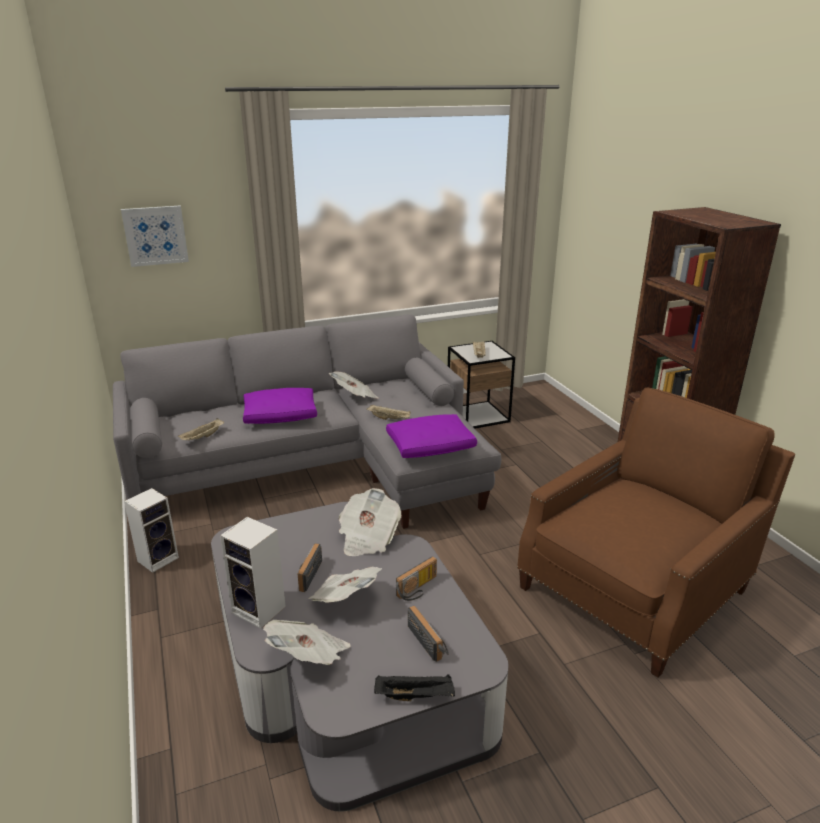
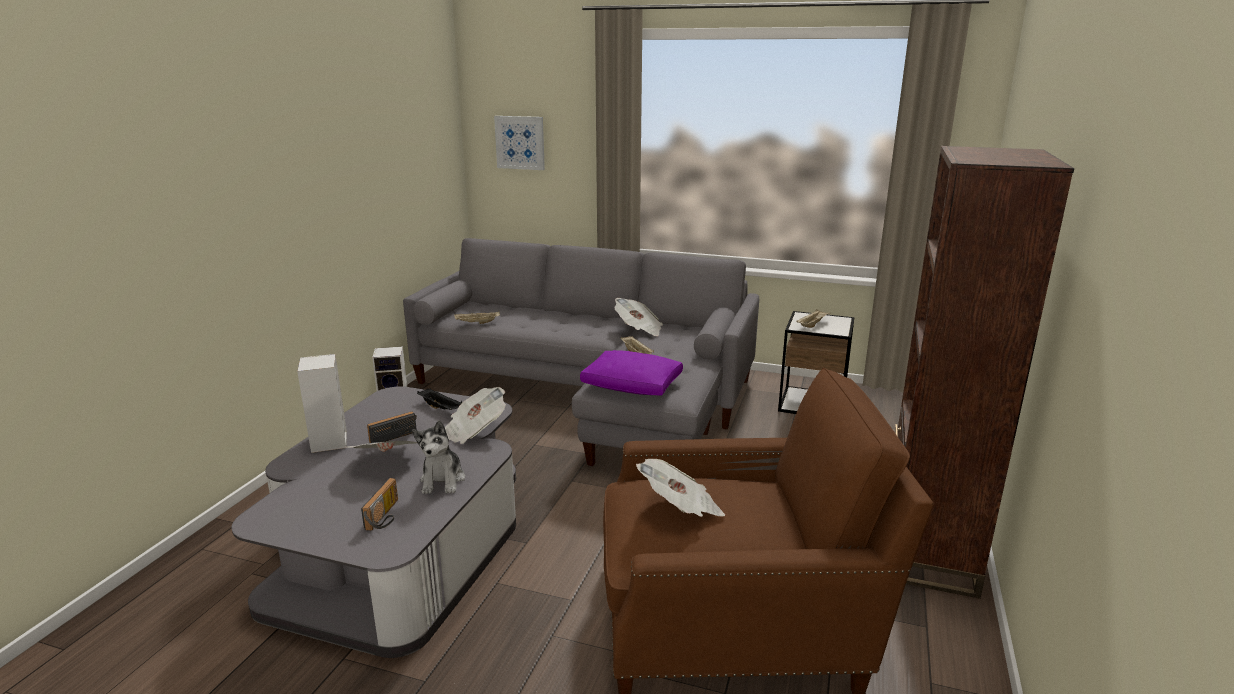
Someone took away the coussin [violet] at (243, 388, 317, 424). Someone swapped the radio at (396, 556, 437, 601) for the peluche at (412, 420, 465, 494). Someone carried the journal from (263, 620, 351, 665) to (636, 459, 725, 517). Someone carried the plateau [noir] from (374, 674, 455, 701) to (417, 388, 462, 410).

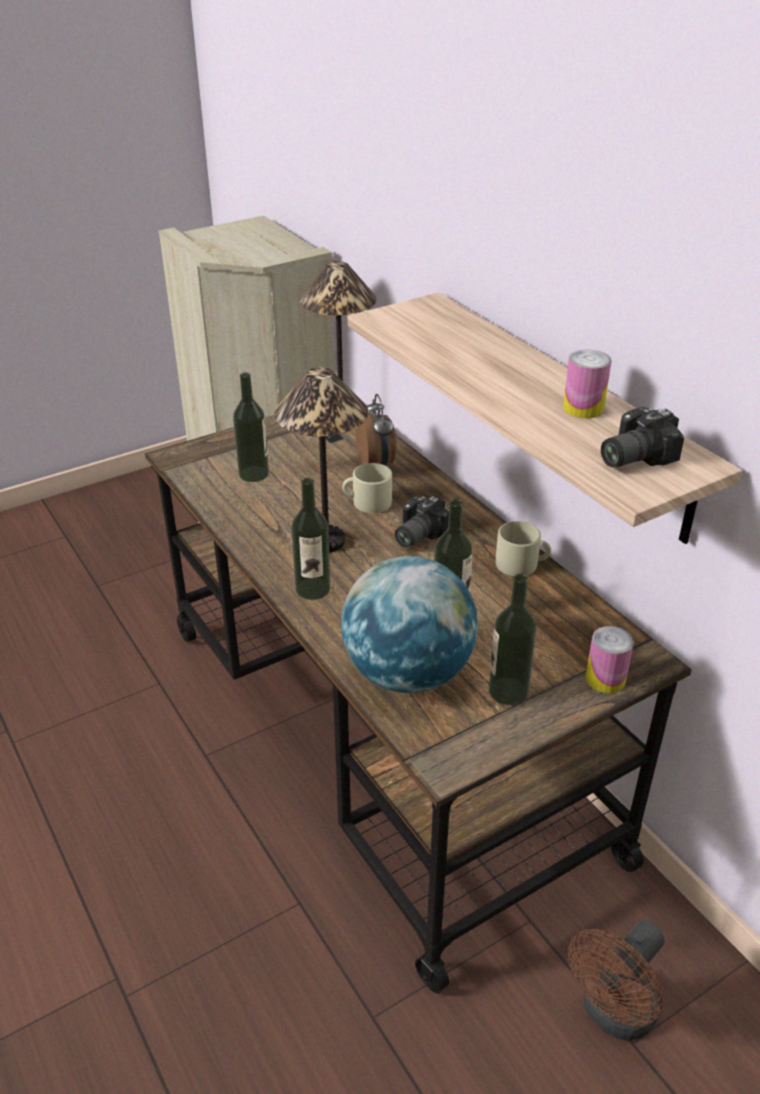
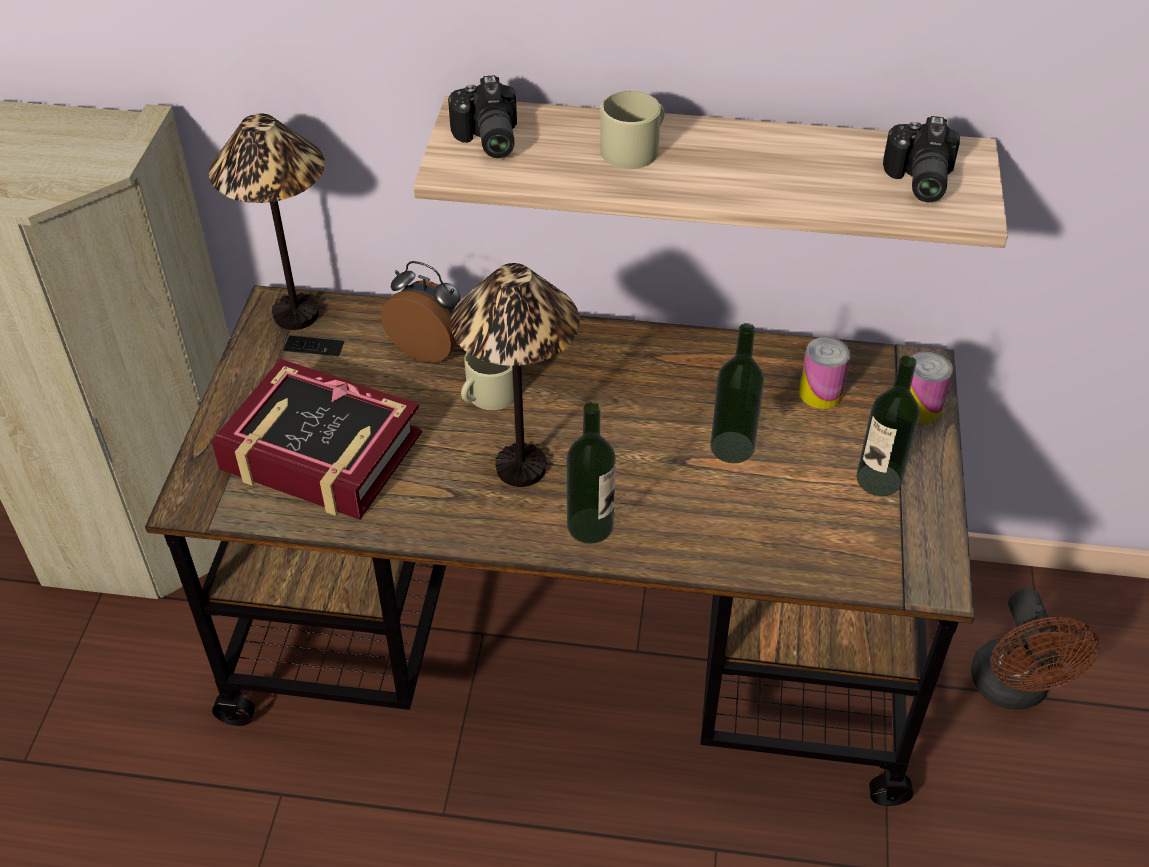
Someone carried the boîte métallique from (563, 350, 612, 419) to (799, 337, 851, 409). Someone swapped the bouteille at (233, 372, 269, 482) for the livre at (211, 359, 422, 520). Someone carried the appareil photo from (395, 496, 449, 548) to (448, 75, 517, 158). Someone carried the mug [beige] from (496, 521, 551, 576) to (600, 91, 665, 169). Someone took away the globe at (341, 556, 478, 693).

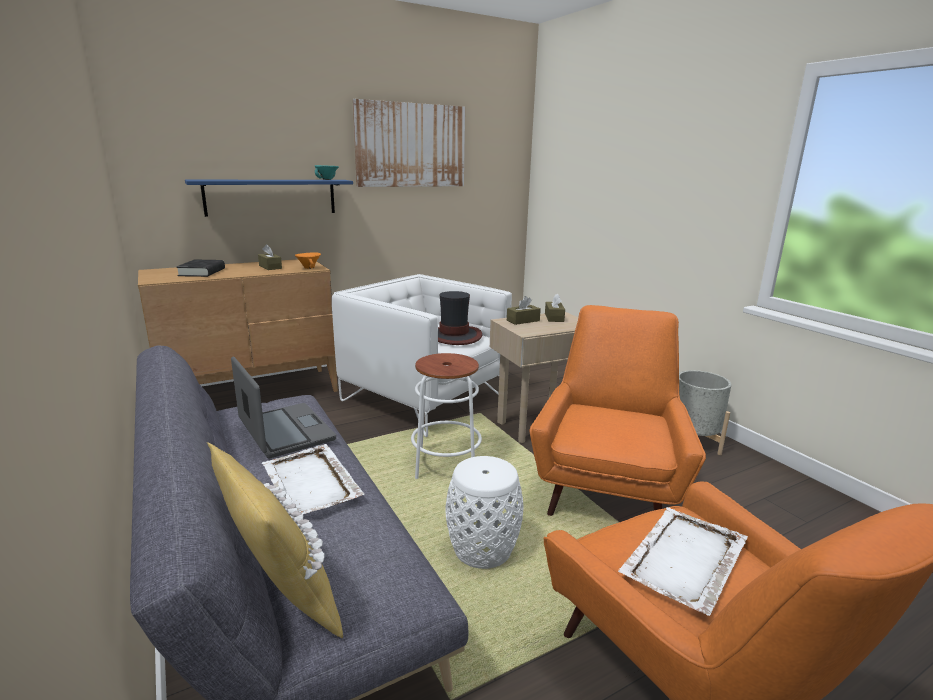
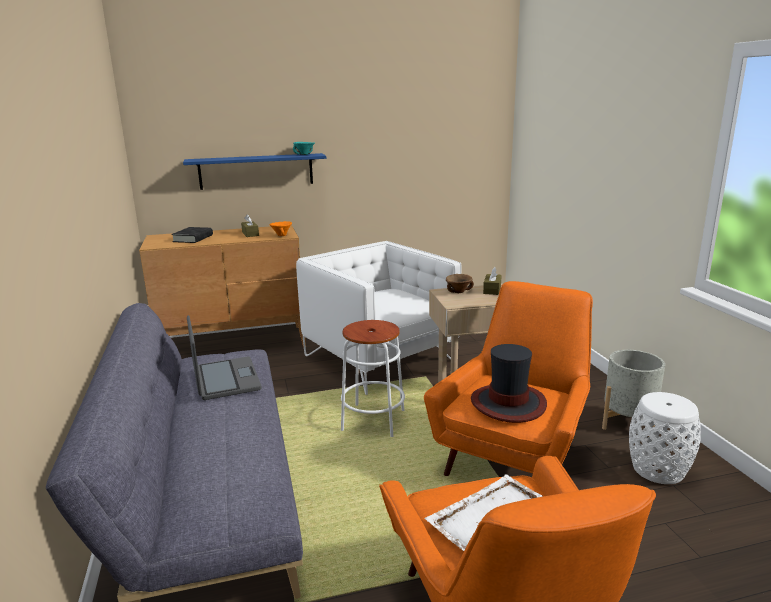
Someone took away the tableau at (353, 99, 465, 187). Someone carried the chapeau from (438, 291, 482, 345) to (471, 344, 547, 423). Someone swapped the boîte à mouchoirs [marron] at (507, 296, 541, 325) for the bol [marron] at (446, 274, 474, 293). Someone took away the coussin [jaune] at (207, 442, 343, 638). Someone took away the plateau [blanc] at (261, 444, 364, 514). Someone carried the tabouret [blanc] from (446, 456, 523, 569) to (629, 392, 701, 484).

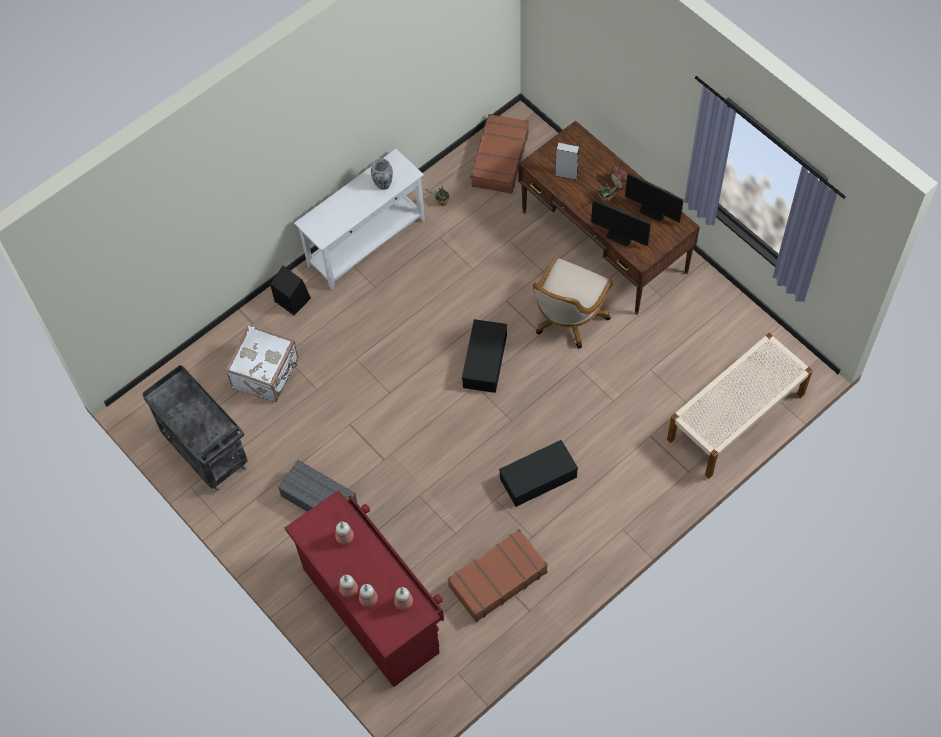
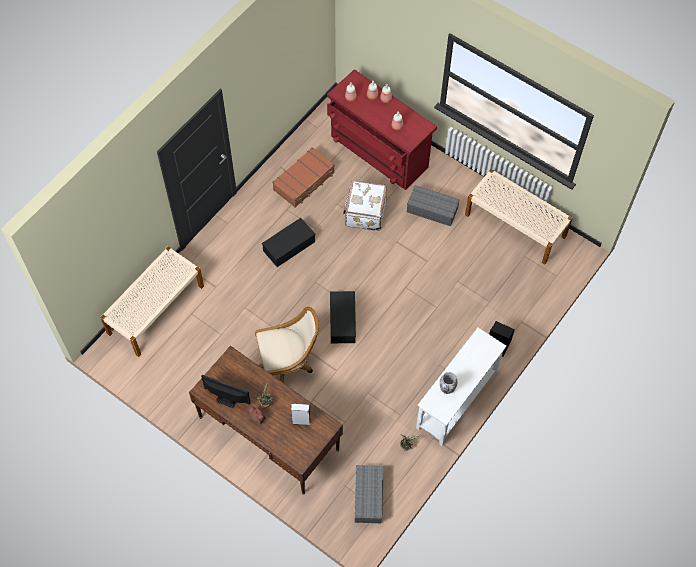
Someone swapped the valise [marron] at (470, 114, 529, 194) for the boîte de rangement [gris] at (355, 465, 383, 523). Someone took away the écran d'ordinateur at (591, 199, 651, 246). Someone rotated the chaise de bureau at (533, 256, 613, 348) by 60 degrees clockwise. Someone carried the valise [blanc] from (225, 325, 298, 402) to (343, 180, 387, 231). Someone swapped the chariot [noir] at (142, 365, 248, 491) for the banc [beige] at (465, 169, 573, 265).

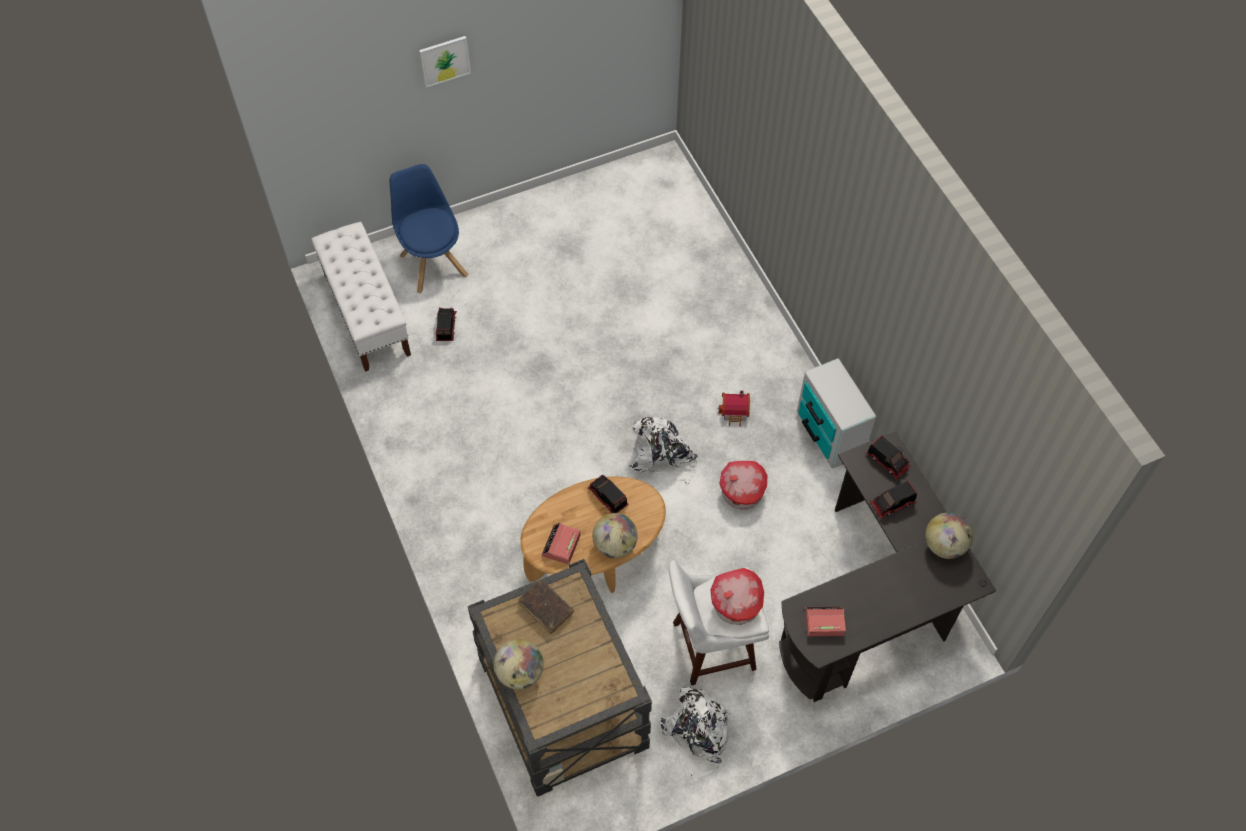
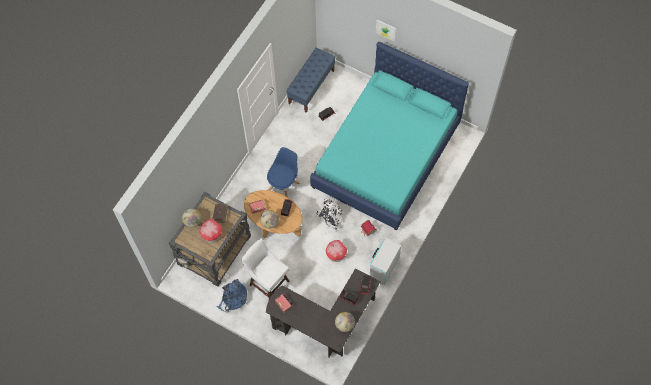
Someone carried the chaise [bleu] from (389, 164, 468, 293) to (267, 147, 300, 197). Someone repainted the banc [blanc] at (311, 222, 411, 372), which became the banc [bleu] at (286, 48, 336, 113). Someone carried the maison miniature from (710, 568, 764, 625) to (200, 219, 222, 242). Someone repainted the sac à dos [blanc] at (660, 687, 731, 779), which became the sac à dos [bleu] at (217, 279, 247, 312). Someone put down the lit [turquoise] at (310, 42, 469, 231).

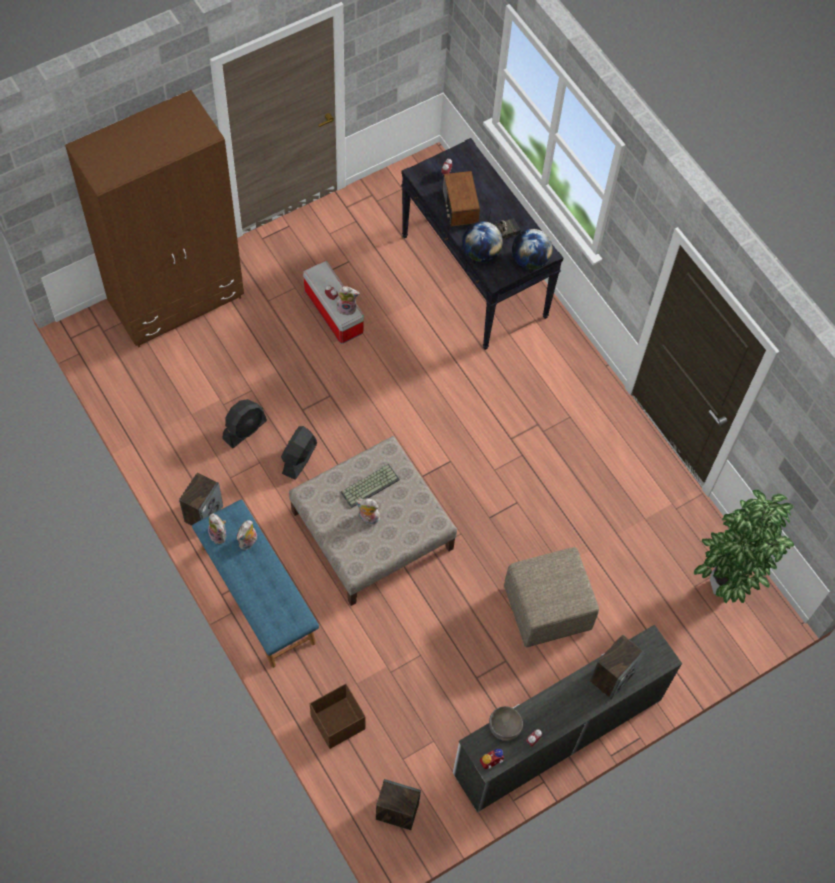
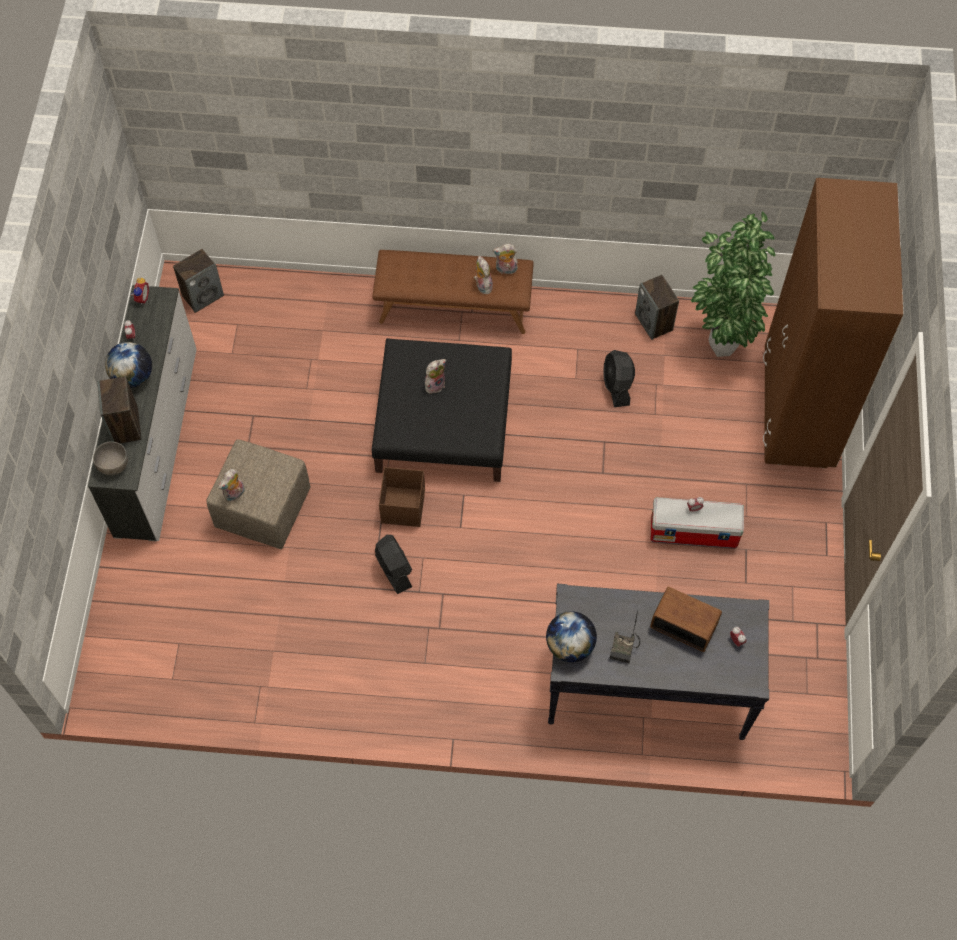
Someone carried the globe from (462, 221, 503, 262) to (105, 342, 152, 388). Someone carried the peluche from (336, 286, 360, 315) to (218, 469, 245, 502). Someone carried the ventilateur [noir] from (281, 426, 317, 480) to (375, 535, 412, 594). Someone repainted the pouf [beige] at (289, 436, 457, 606), which became the pouf [noir] at (372, 338, 512, 482). Someone took away the clavier at (341, 464, 400, 508). Someone carried the enceinte from (179, 473, 223, 526) to (635, 275, 679, 340). Someone carried the plante en pot from (694, 490, 794, 603) to (691, 212, 775, 357). Someone repainted the banc [bleu] at (192, 500, 319, 668), which became the banc [marron] at (372, 250, 534, 334). Someone carried the boîte de rangement [marron] from (310, 684, 366, 749) to (379, 467, 425, 527). Someone carried the bol [gris] from (489, 706, 523, 741) to (93, 441, 128, 475).

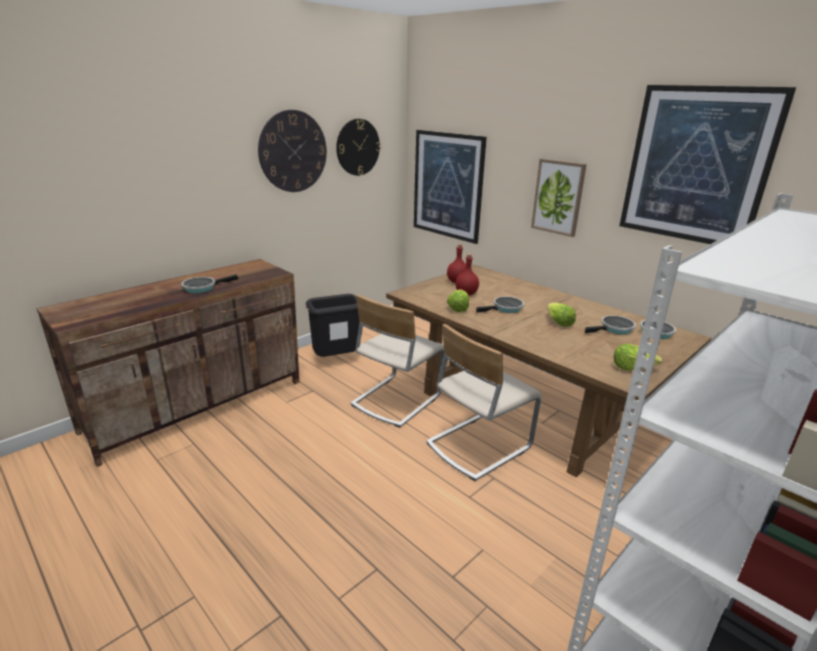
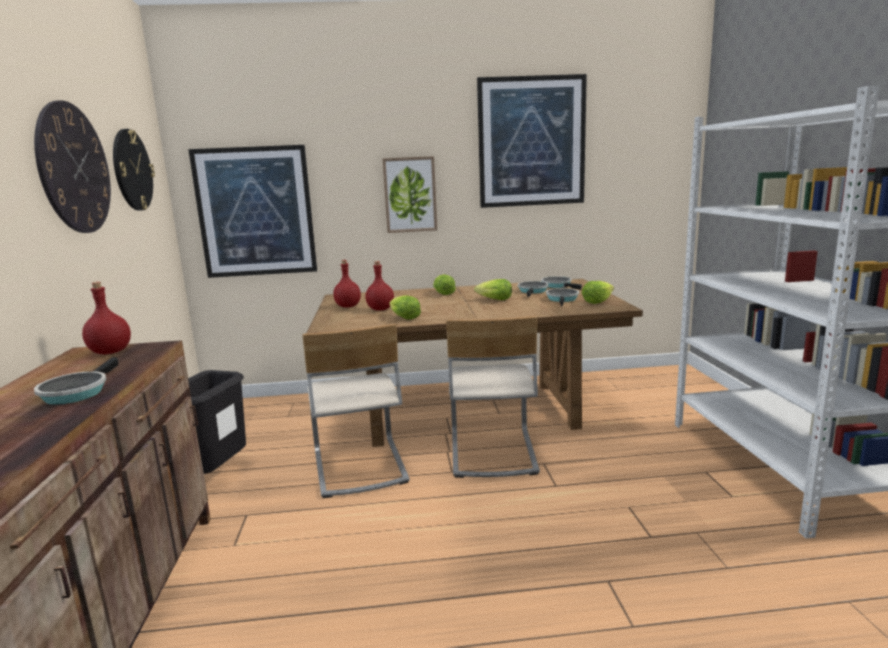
Someone carried the poêle from (476, 296, 524, 313) to (546, 288, 579, 307). Someone put down the laitue at (433, 274, 456, 295). Someone put down the bouteille [rouge] at (82, 282, 131, 355).

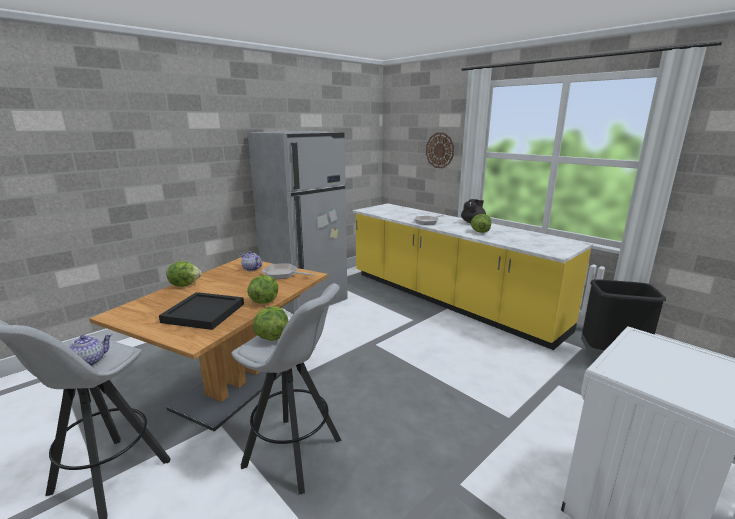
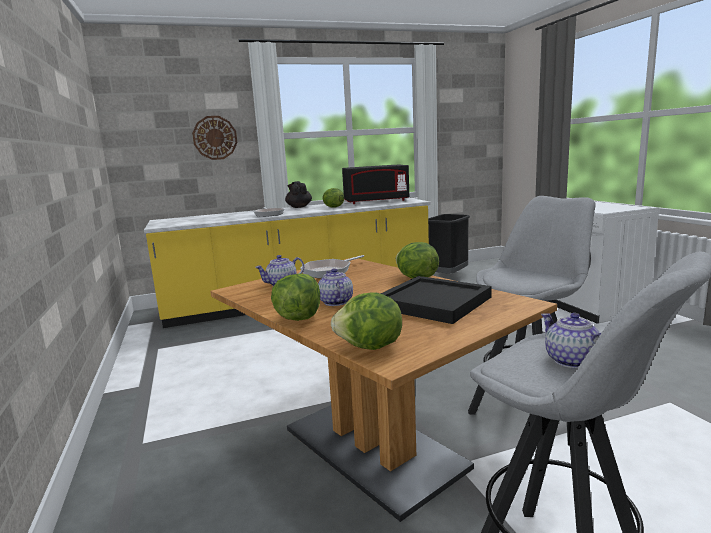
Someone took away the réfrigérateur [gris] at (248, 131, 348, 314). Someone carried the laitue from (253, 306, 288, 341) to (331, 293, 402, 350). Someone put down the micro-ondes [noir] at (342, 165, 409, 204). Someone put down the théière at (318, 268, 353, 306).

